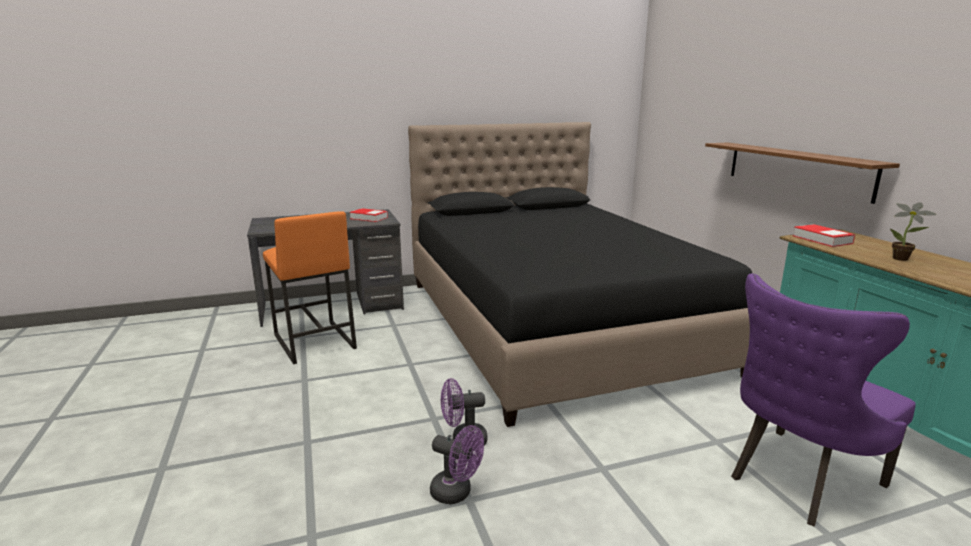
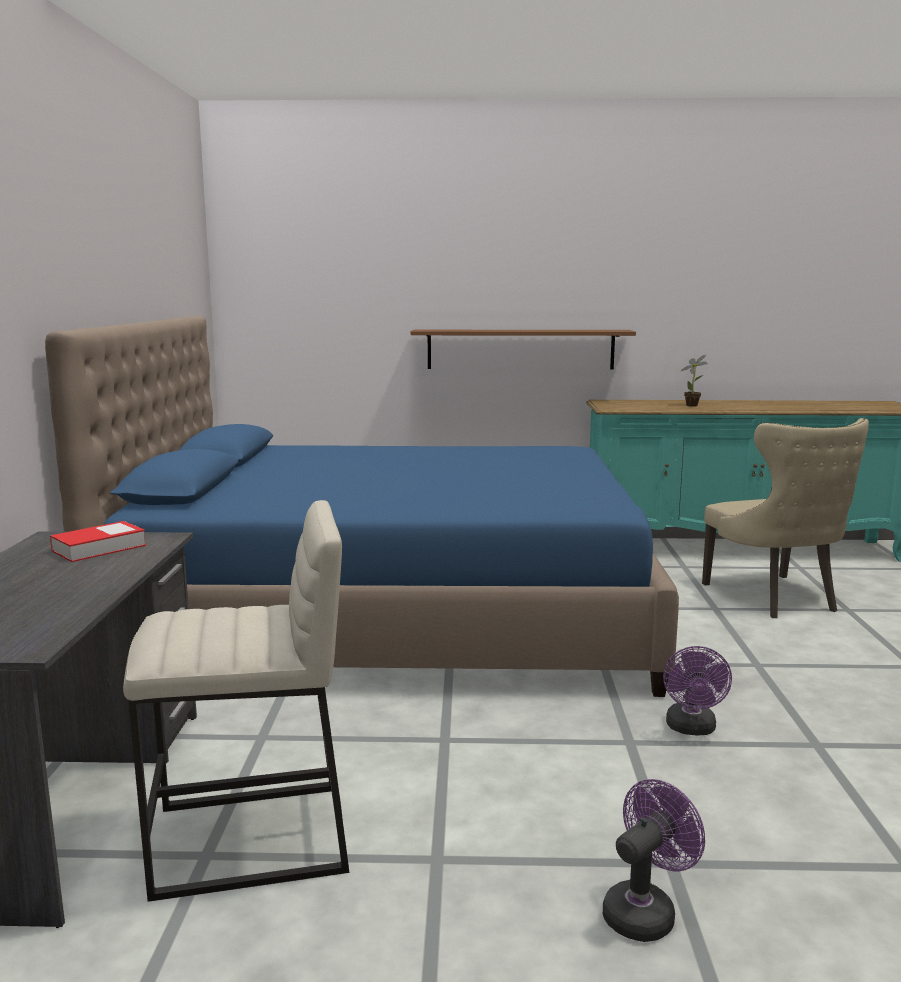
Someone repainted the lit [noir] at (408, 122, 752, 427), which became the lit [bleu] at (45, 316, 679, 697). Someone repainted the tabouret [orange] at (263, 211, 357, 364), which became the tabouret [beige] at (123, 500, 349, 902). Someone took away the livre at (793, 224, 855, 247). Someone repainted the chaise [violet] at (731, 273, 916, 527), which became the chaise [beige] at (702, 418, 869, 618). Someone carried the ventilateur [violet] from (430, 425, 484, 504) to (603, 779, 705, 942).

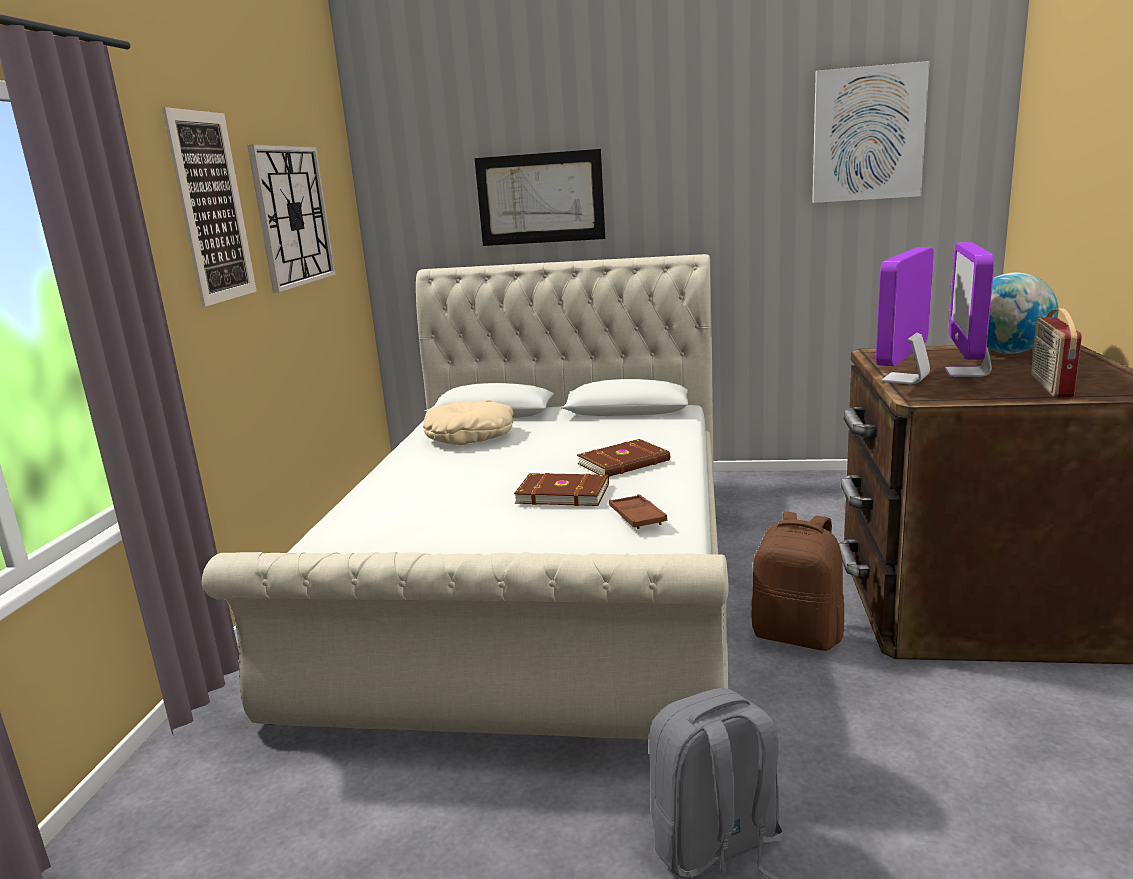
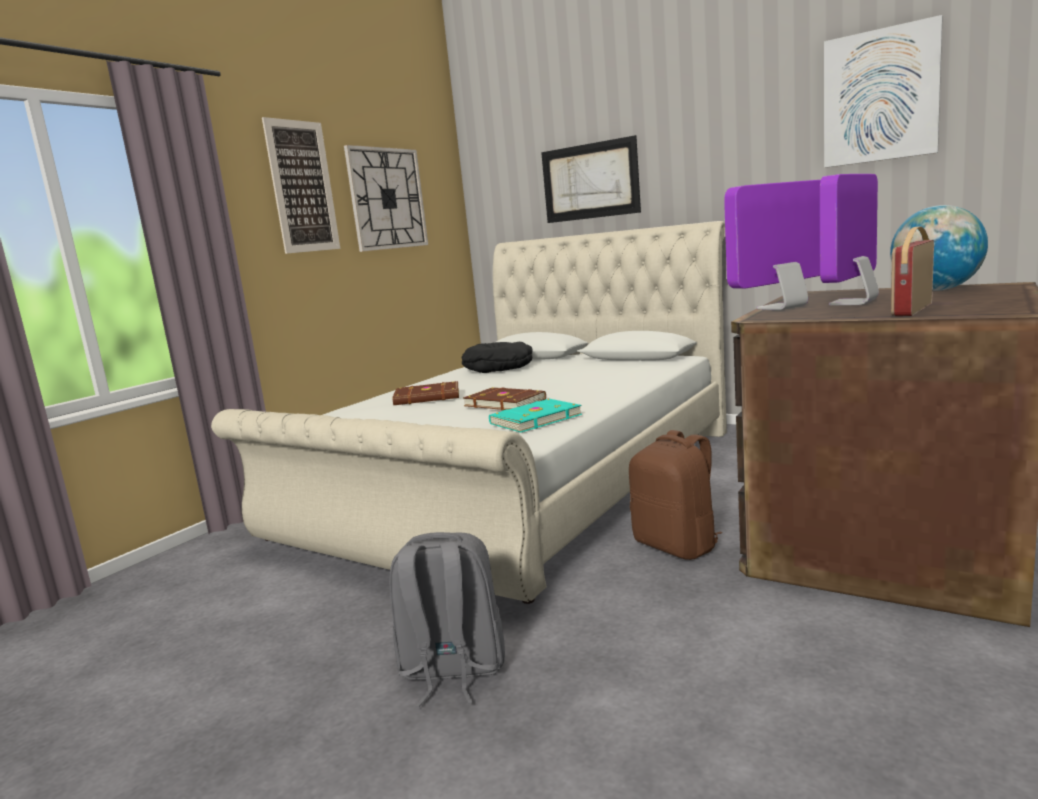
Someone repainted the coussin [beige] at (423, 400, 513, 445), which became the coussin [noir] at (462, 342, 533, 373). Someone carried the livre [marron] from (577, 439, 670, 477) to (392, 381, 459, 405). Someone swapped the plateau [marron] at (609, 494, 667, 529) for the livre [turquoise] at (489, 399, 582, 432).

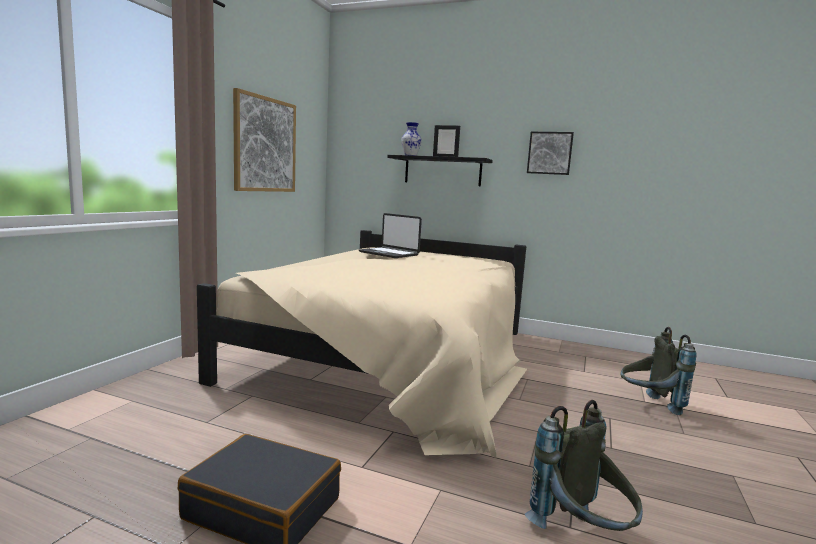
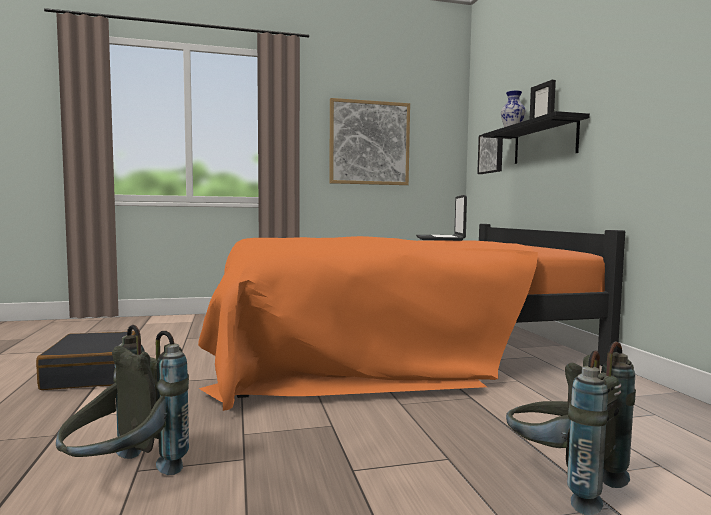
Someone carried the tableau from (527, 132, 574, 175) to (477, 134, 503, 174). Someone repainted the lit [beige] at (197, 230, 527, 458), which became the lit [orange] at (198, 224, 625, 411).

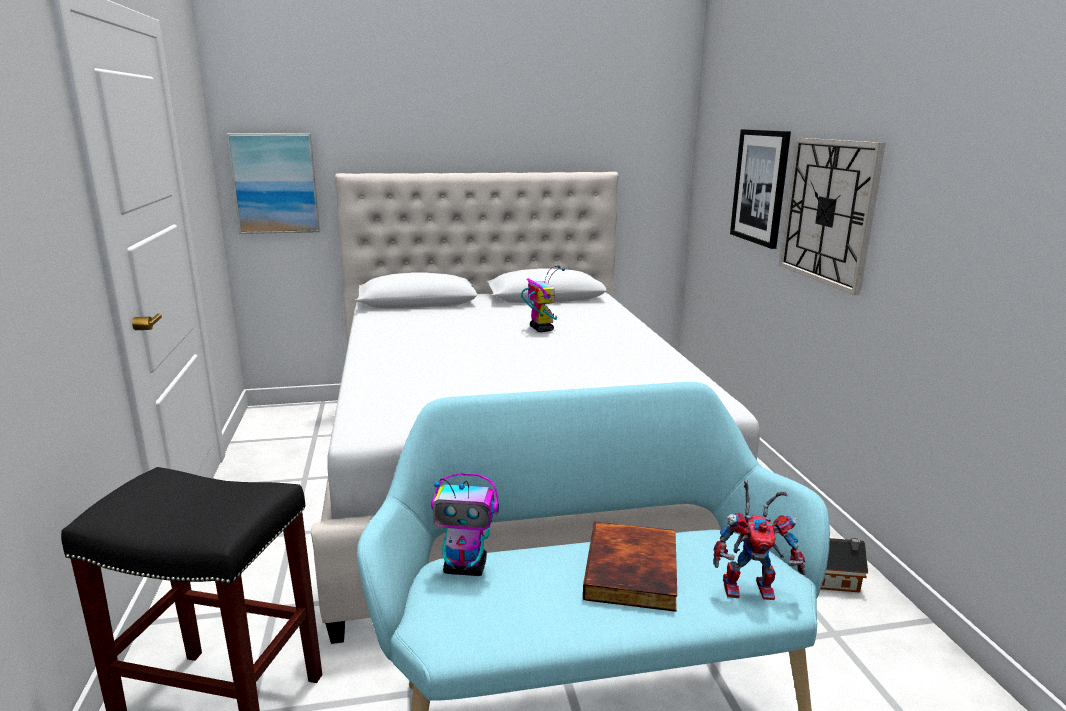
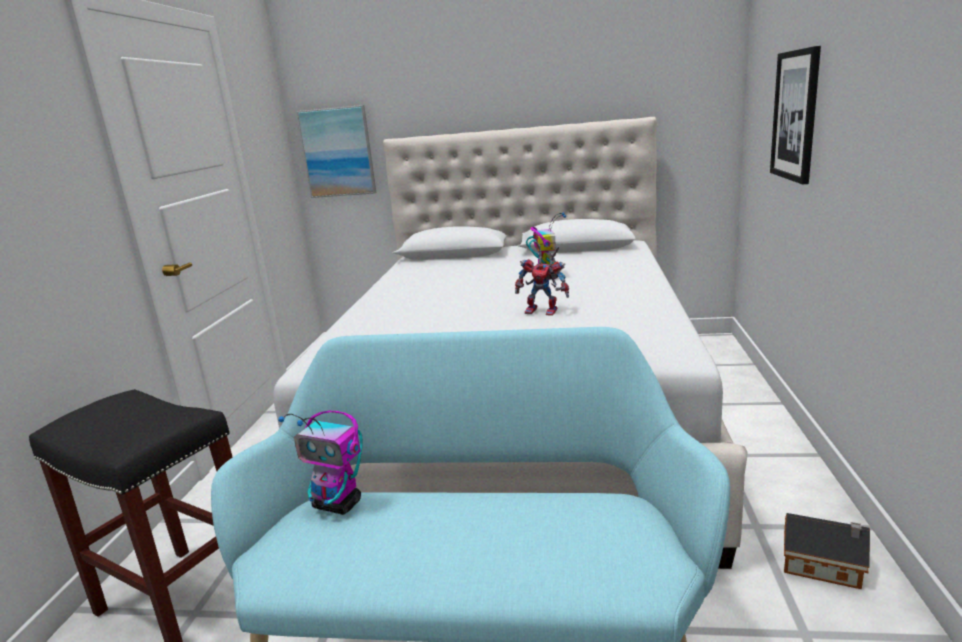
Someone took away the horloge murale at (779, 138, 886, 295). Someone carried the robot jouet from (713, 480, 805, 600) to (515, 240, 569, 316). Someone took away the livre at (583, 522, 677, 612).

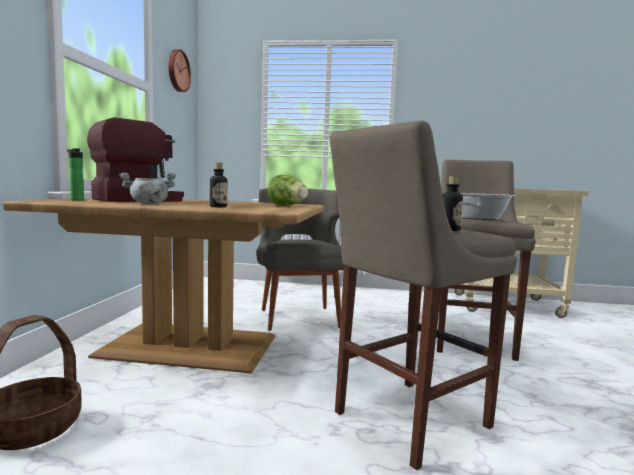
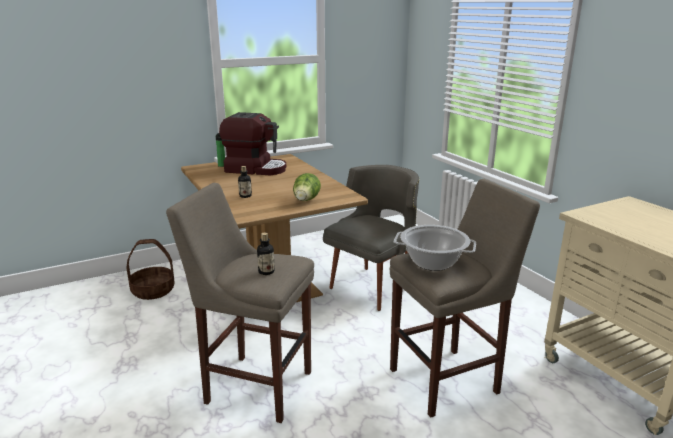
Someone took away the horloge murale at (168, 49, 191, 92). Someone took away the marmite [gris] at (119, 173, 176, 204).

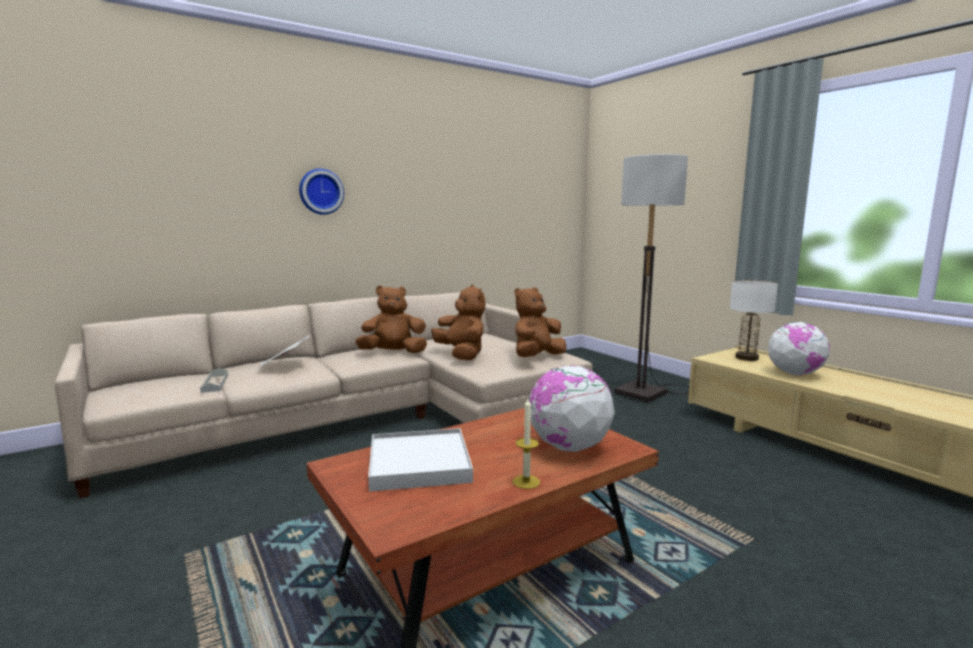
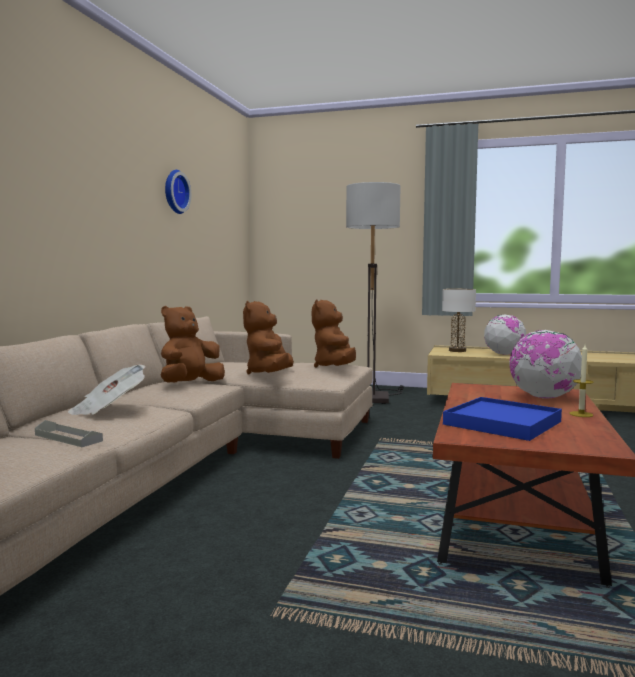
Someone carried the horloge murale from (299, 169, 344, 215) to (165, 170, 191, 214). Someone rotated the peluche [marron] at (431, 285, 486, 360) by 105 degrees counterclockwise. Someone repainted the plateau [blanc] at (368, 428, 473, 492), which became the plateau [bleu] at (443, 397, 562, 441).

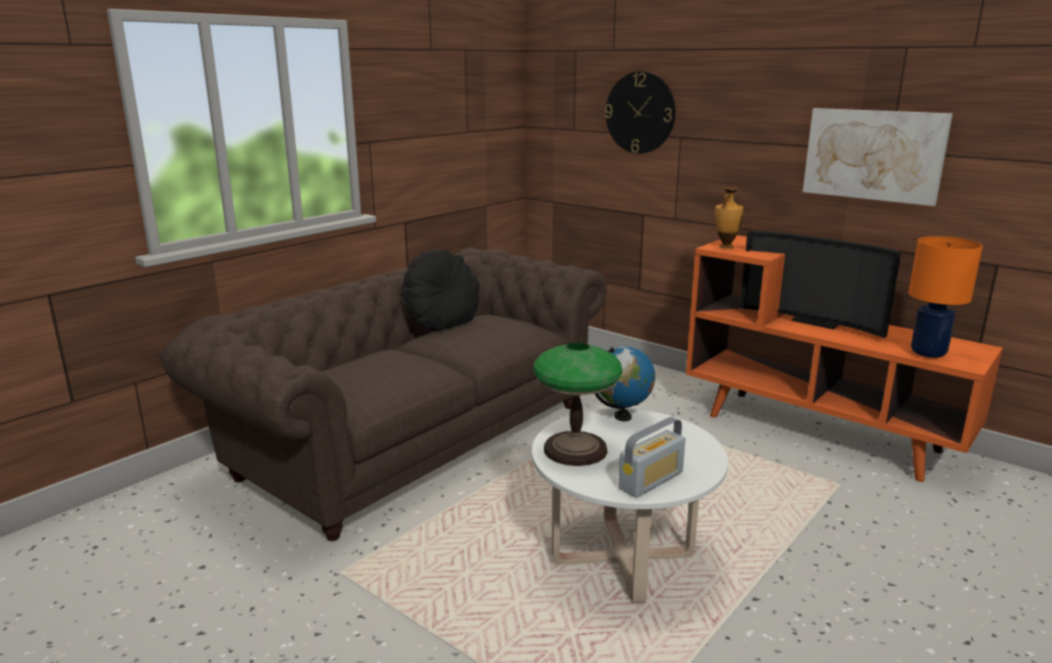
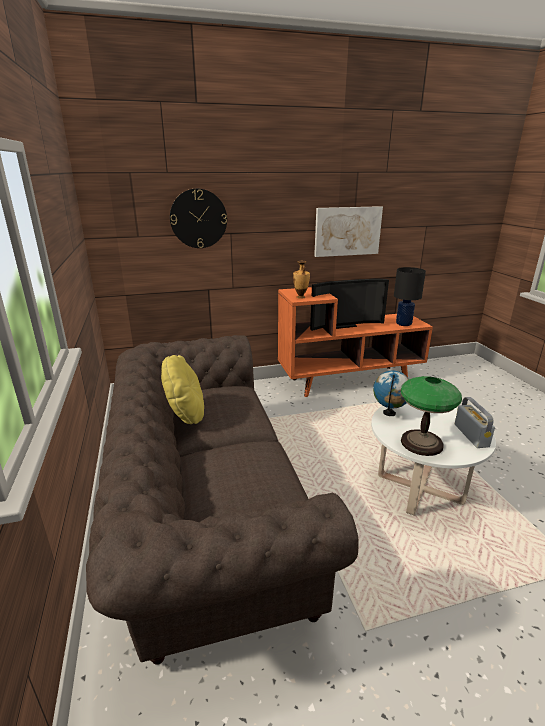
Someone repainted the lampe de table [orange] at (908, 236, 983, 358), which became the lampe de table [noir] at (394, 267, 426, 326). Someone repainted the coussin [noir] at (403, 249, 480, 331), which became the coussin [jaune] at (161, 355, 204, 424).

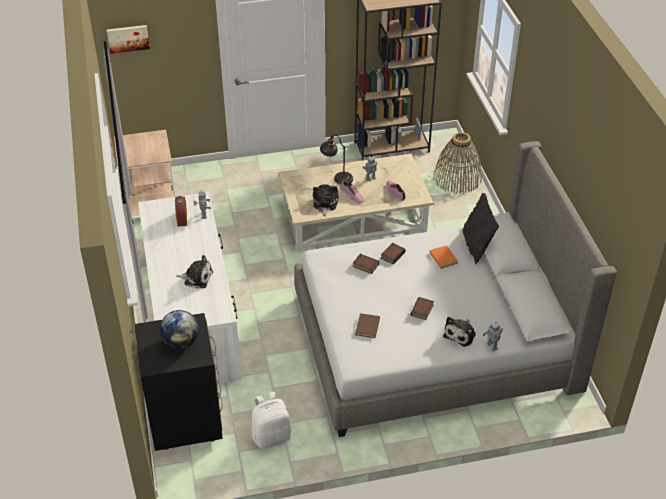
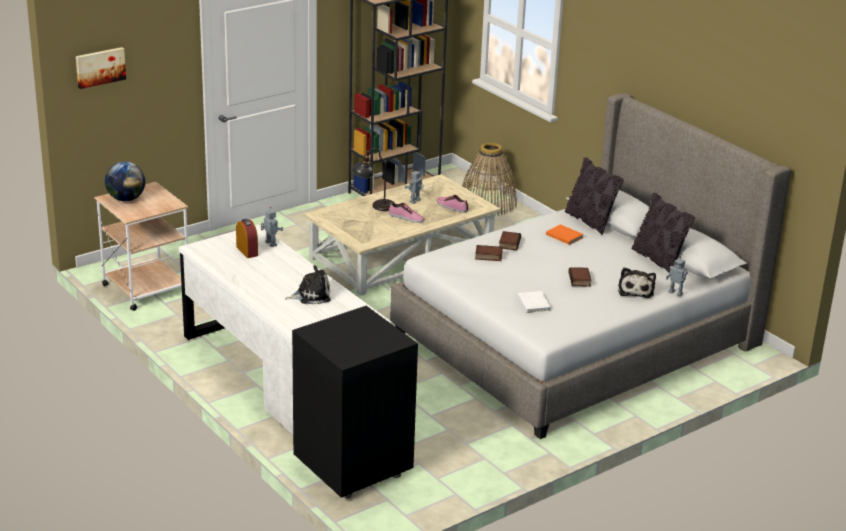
Someone took away the peluche at (313, 184, 338, 216). Someone carried the globe from (159, 310, 199, 349) to (105, 162, 145, 201). Someone repainted the livre [marron] at (355, 313, 380, 338), which became the livre [blanc] at (518, 291, 551, 313). Someone took away the sac à dos [blanc] at (251, 392, 291, 449). Someone put down the coussin [noir] at (631, 193, 695, 273).

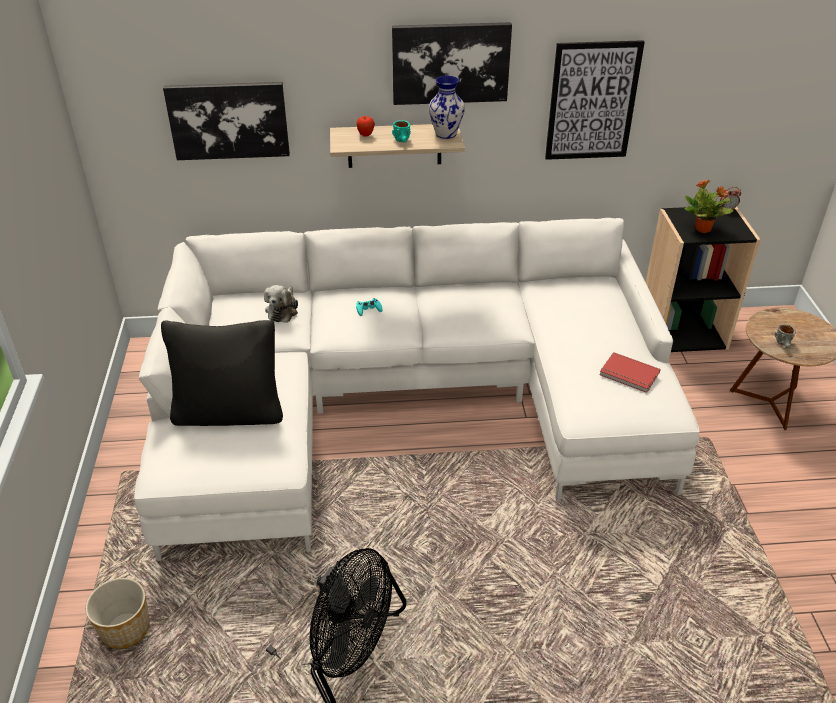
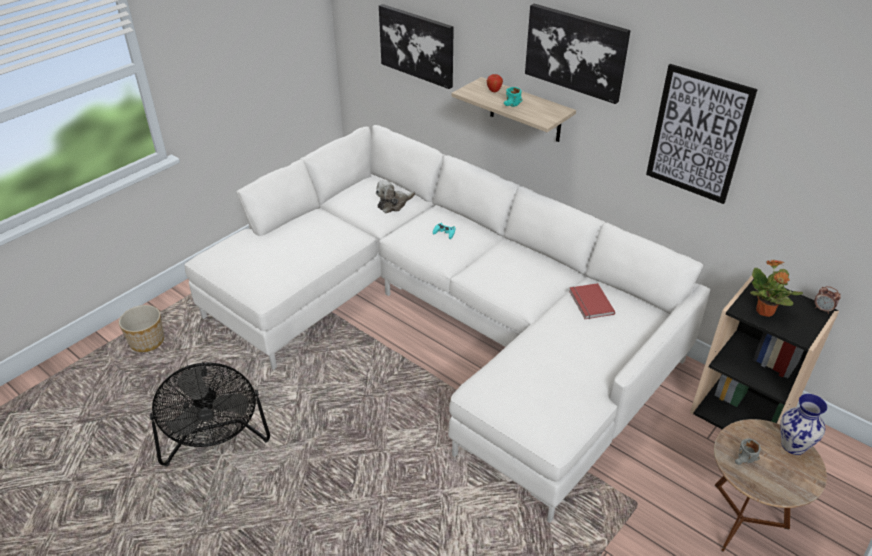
Someone carried the vase from (429, 76, 465, 139) to (780, 394, 827, 455). Someone took away the coussin [noir] at (161, 320, 283, 426). Someone carried the livre [rouge] from (599, 352, 660, 393) to (569, 283, 615, 319).

